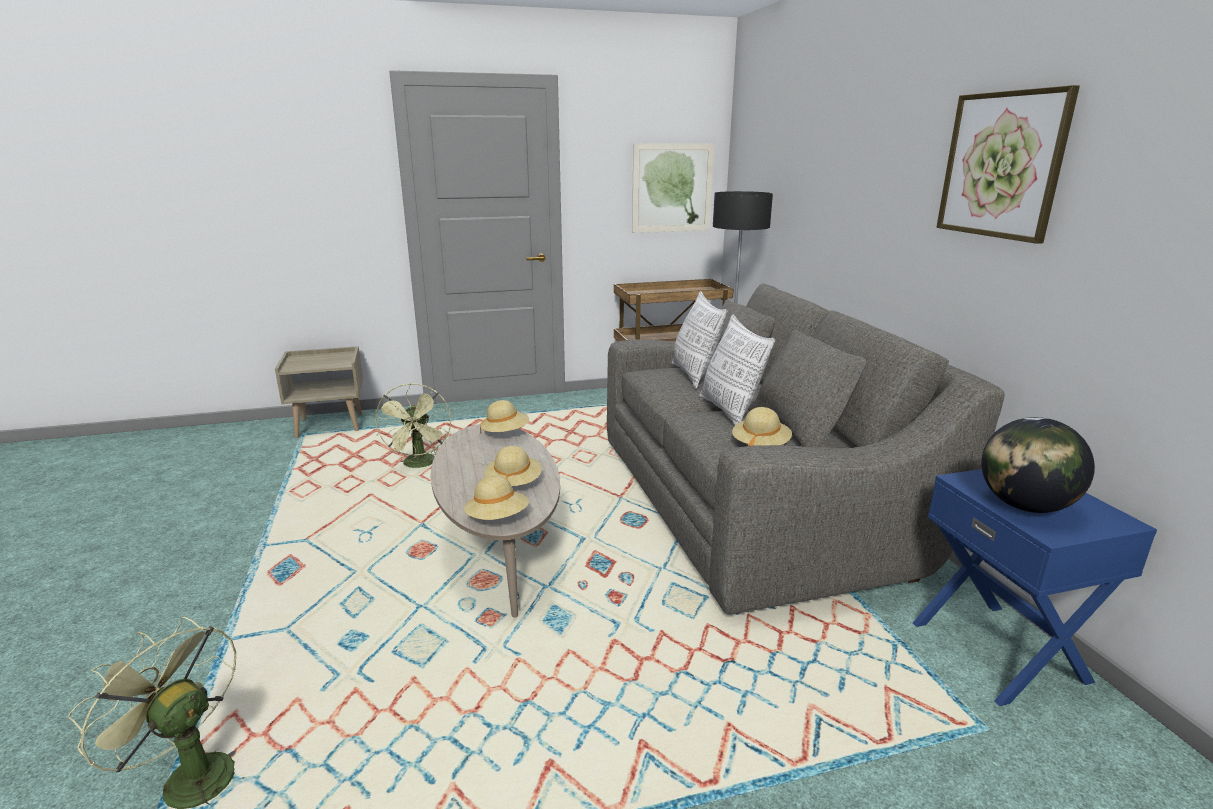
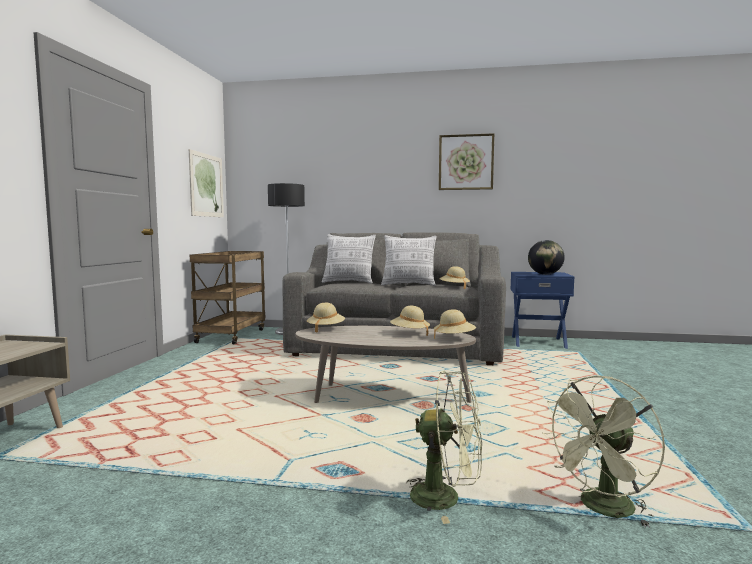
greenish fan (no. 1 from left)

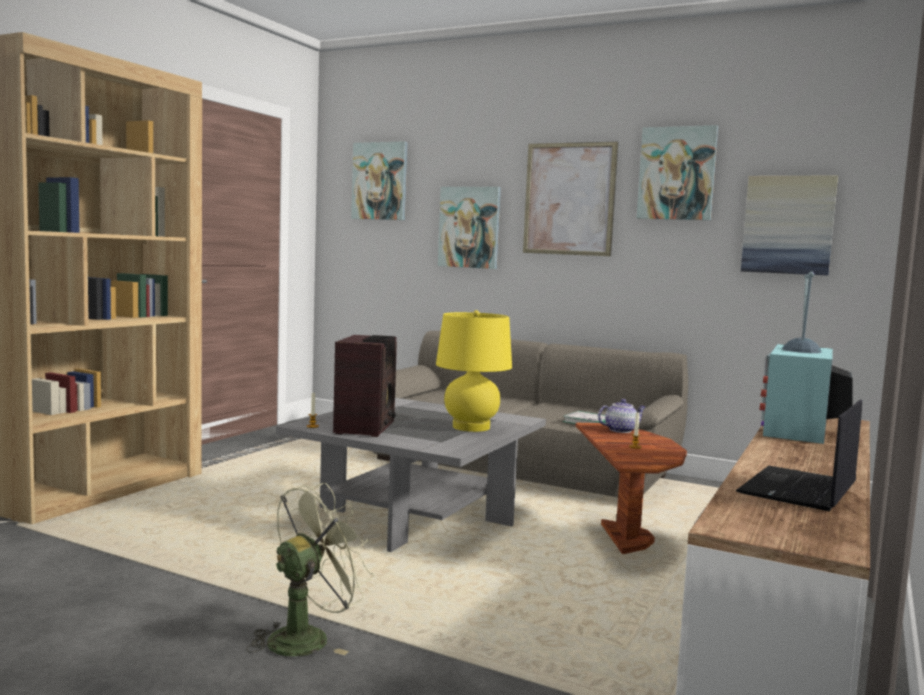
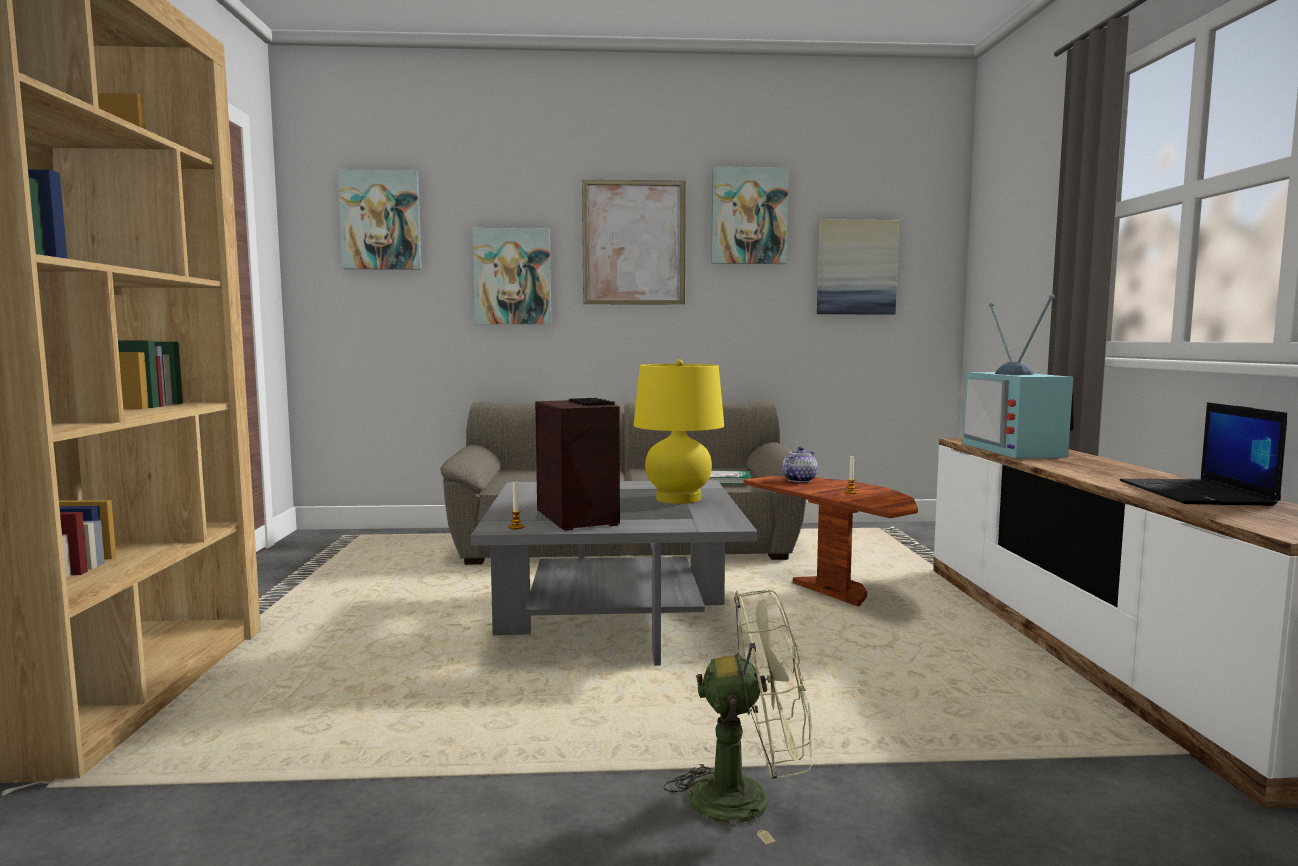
greenish fan

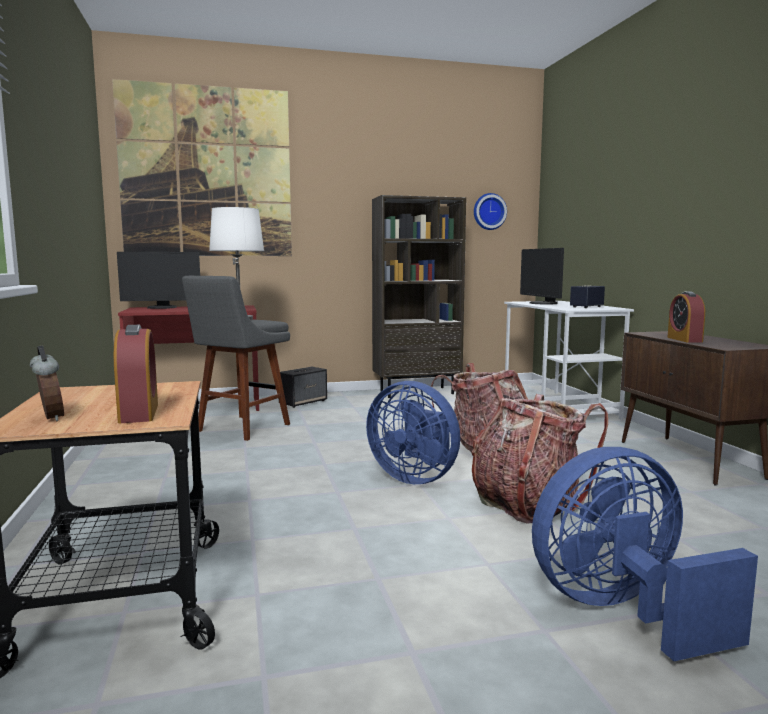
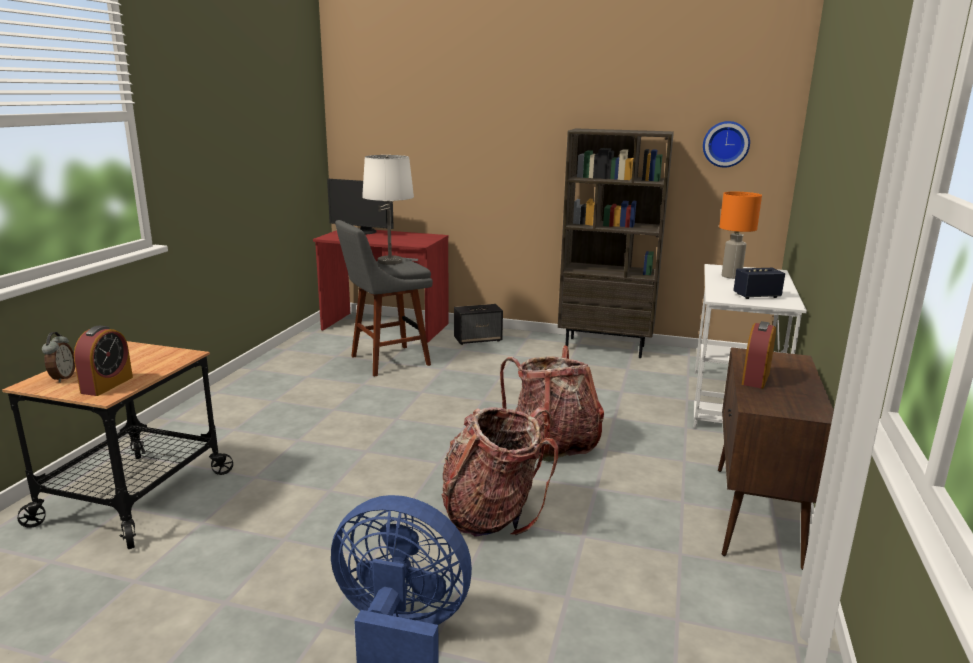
wall art; blue-coloured fan (no. 1 from left in the first image); orange-coloured tabletop lamp

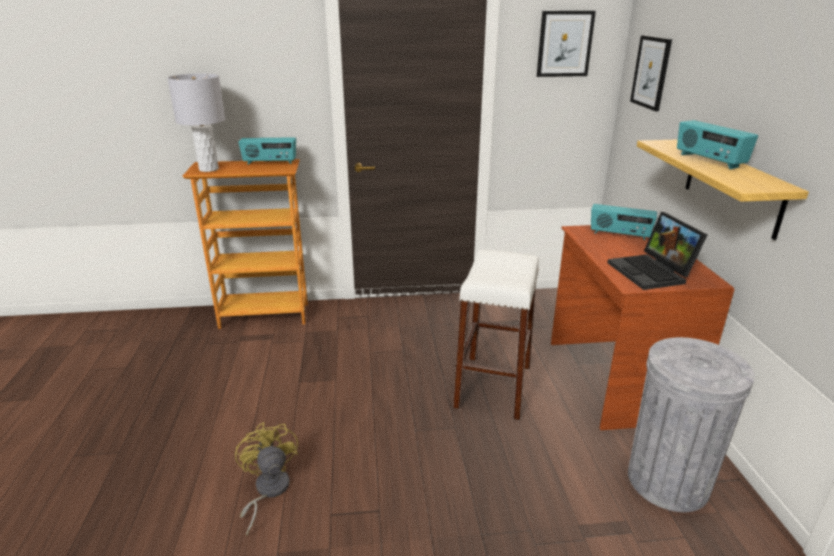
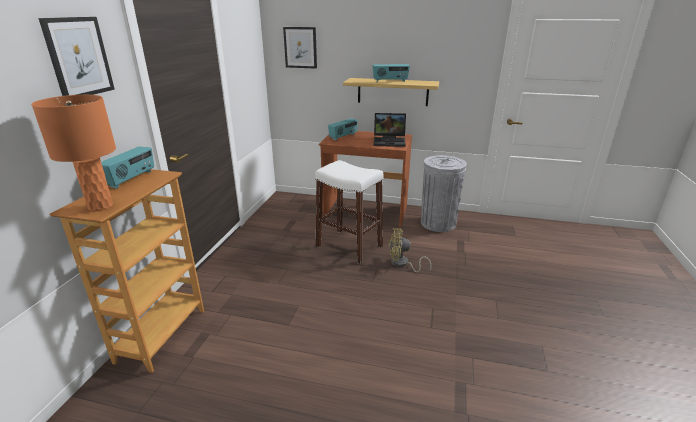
orange-coloured tabletop lamp; yellow fan; wall art (no. 1 from left)

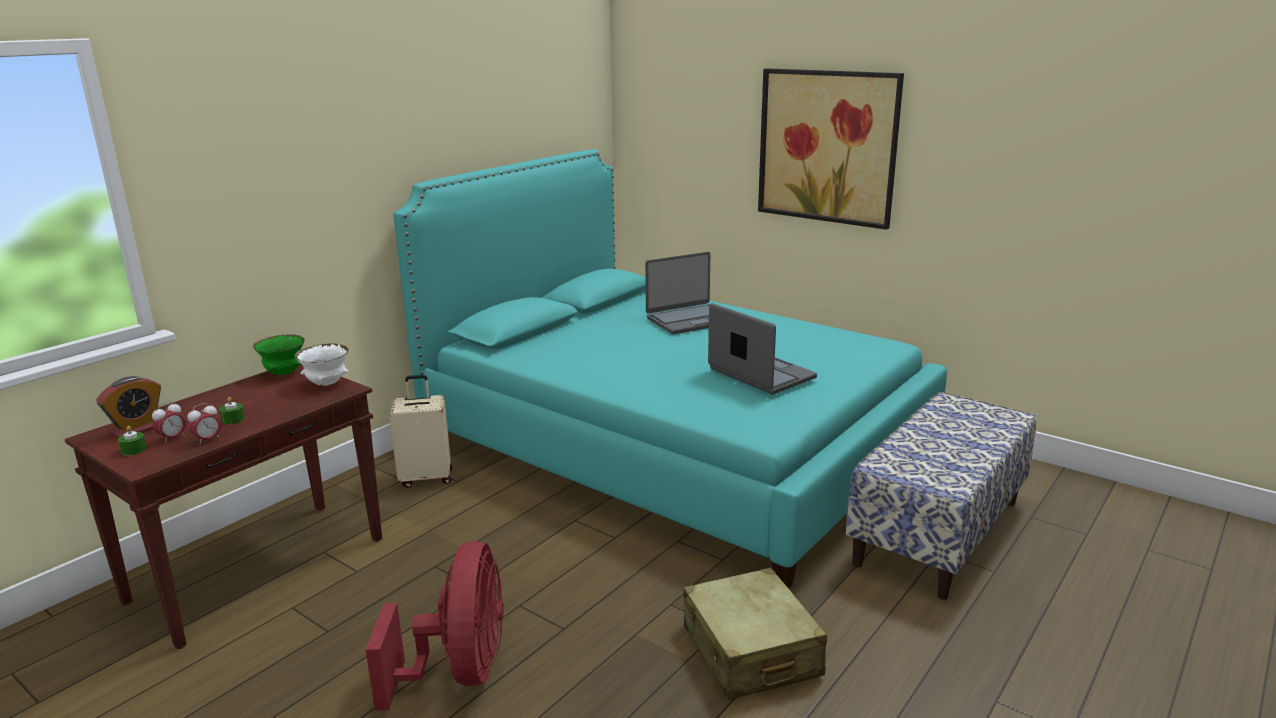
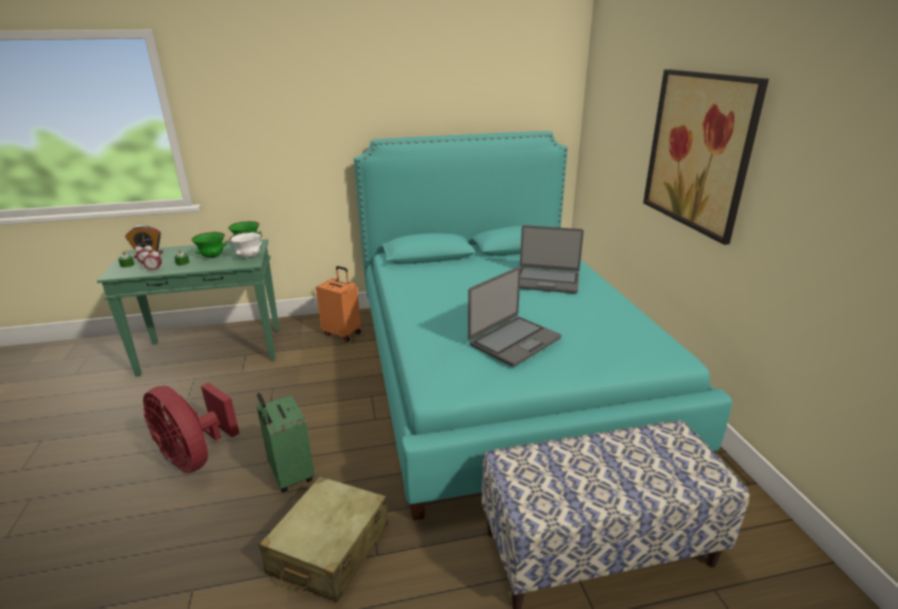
greenish hall table; red-coloured fan; orange-coloured travel case; notebook computer (no. 1 from left); greenish bowl (no. 1 from left); greenish travel case

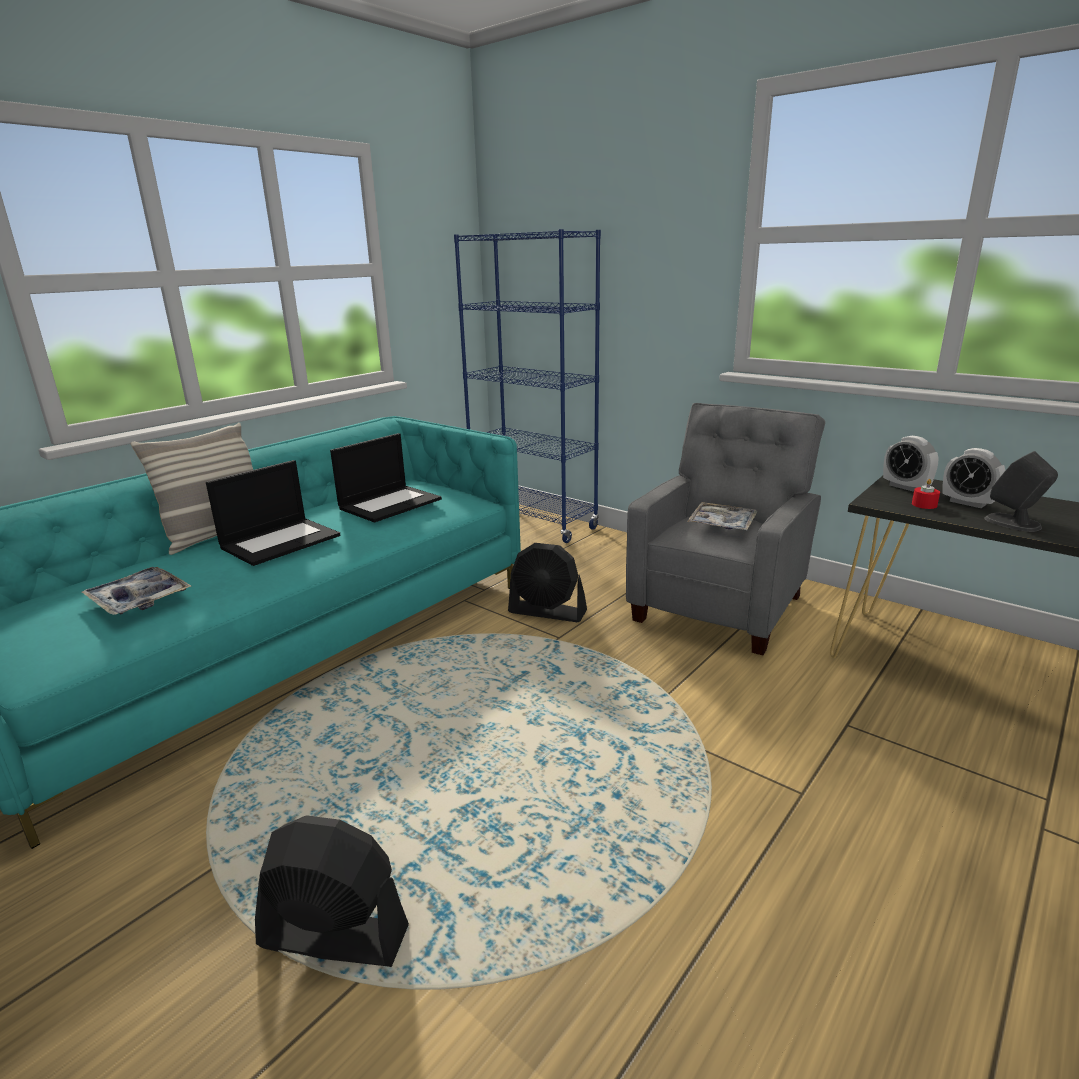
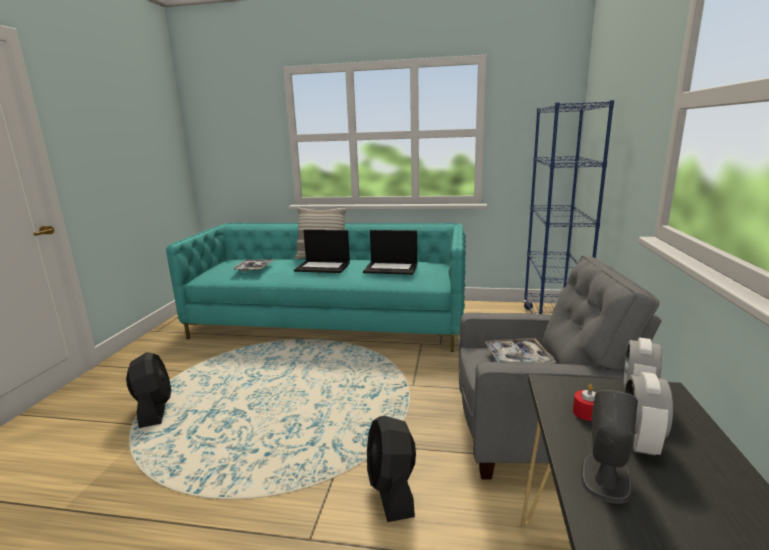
black fan (no. 2 from left)

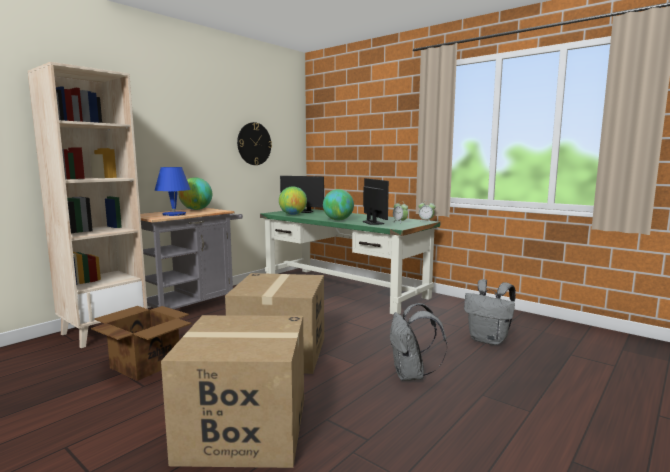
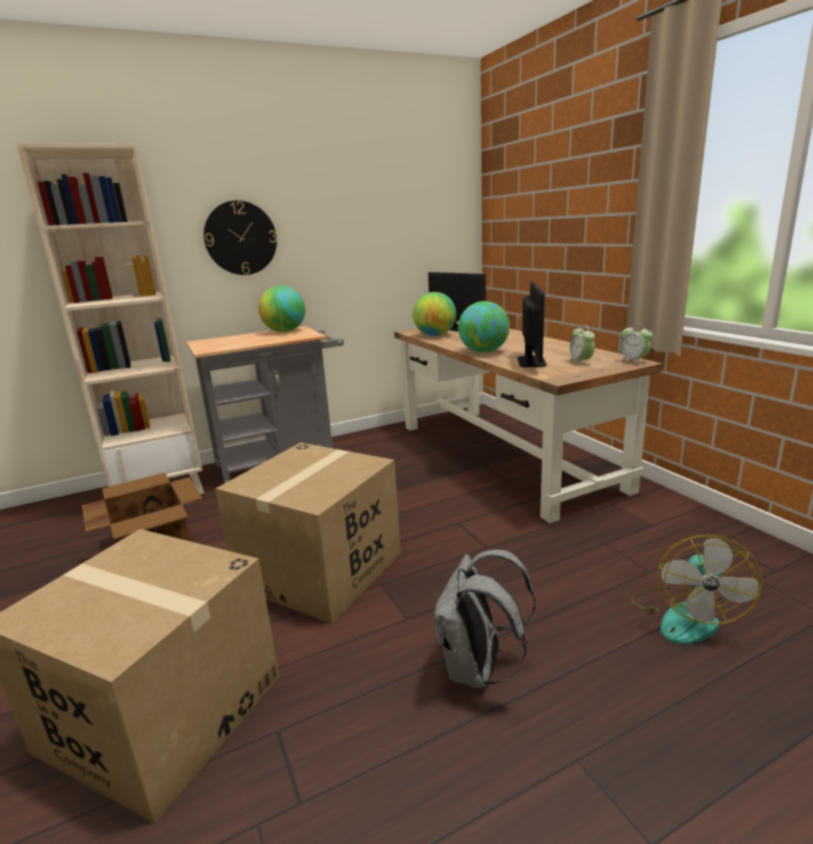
blue-coloured tabletop lamp; hanging clock; brown desk unit; fan

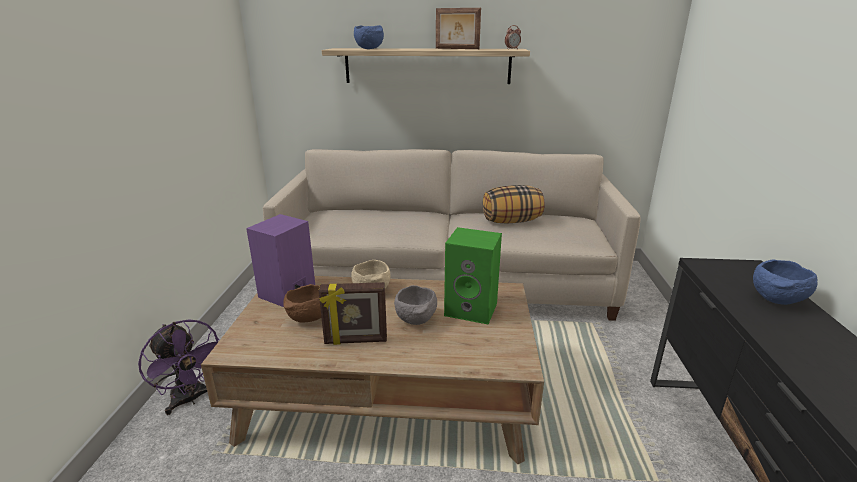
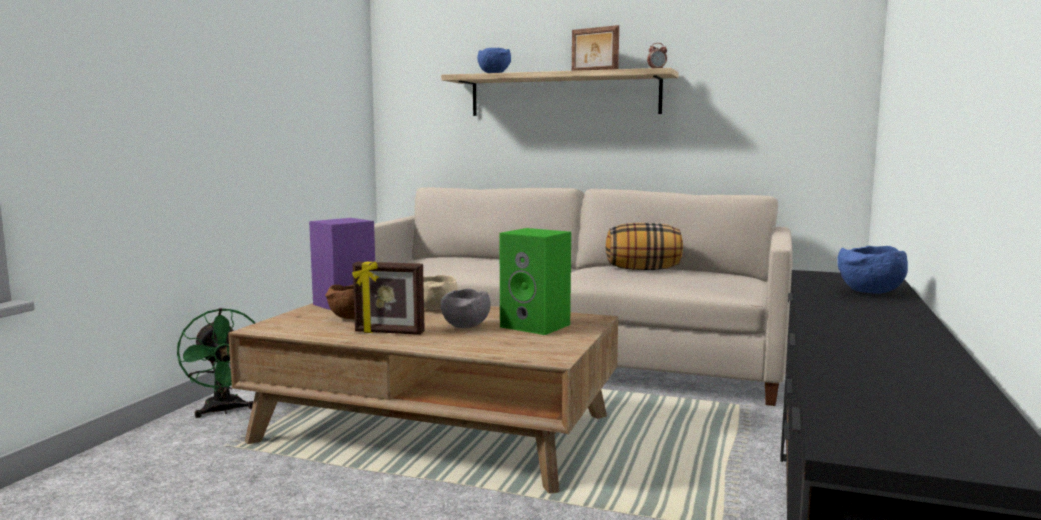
greenish fan

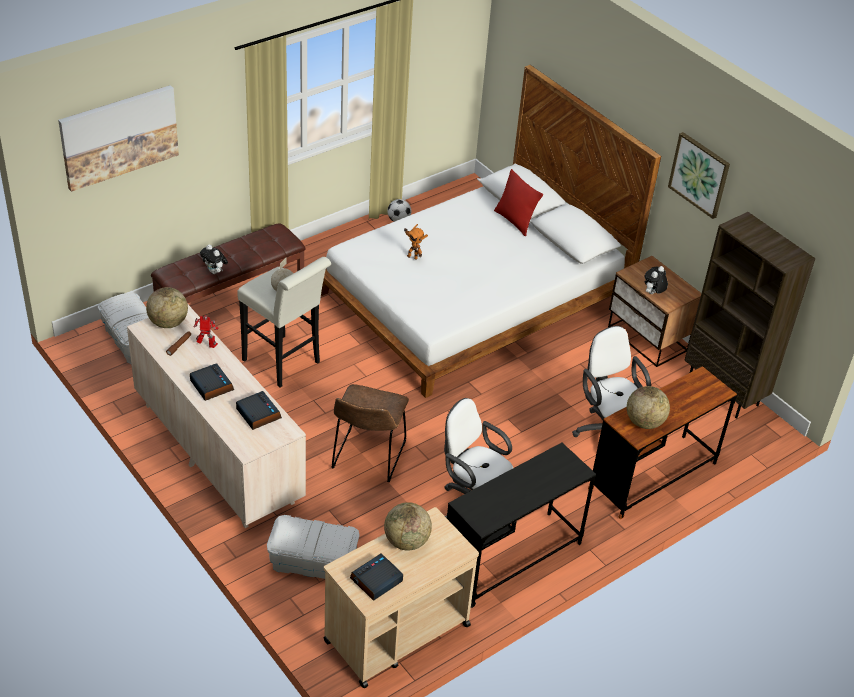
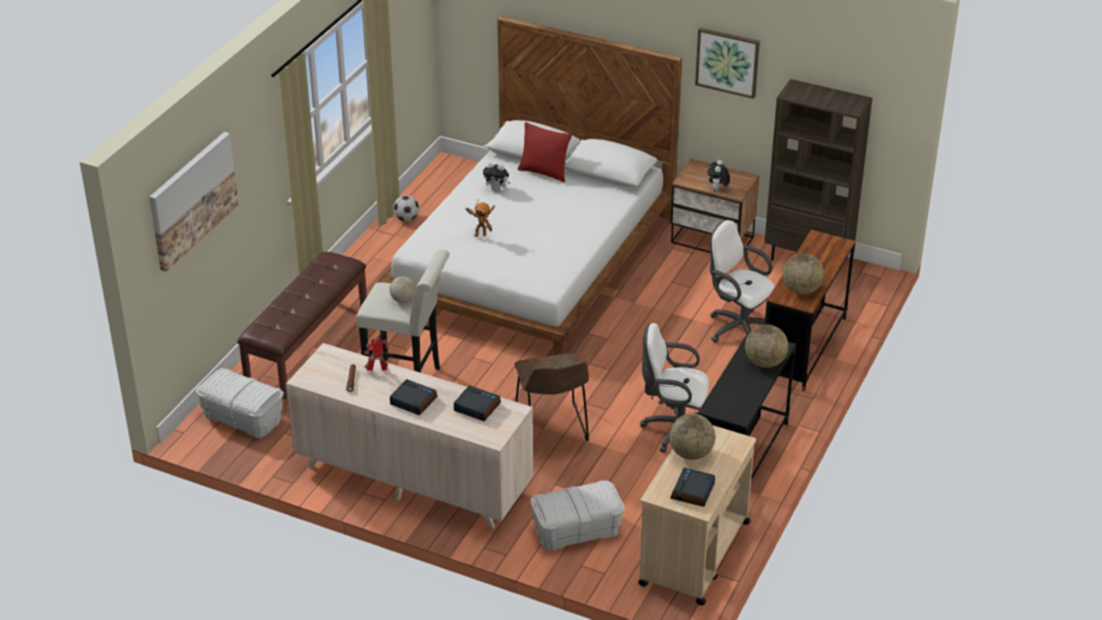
globe (no. 3 from left); soft toy (no. 1 from left)

